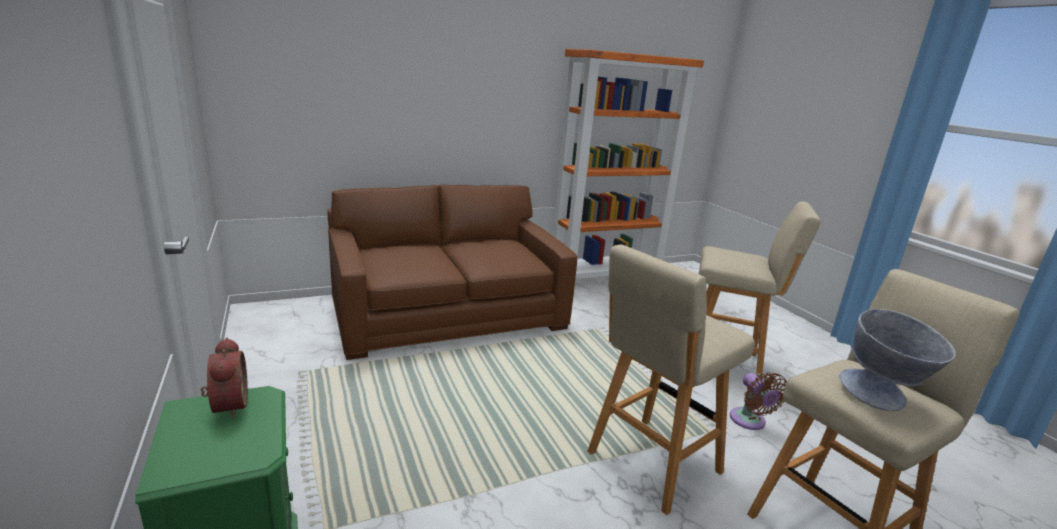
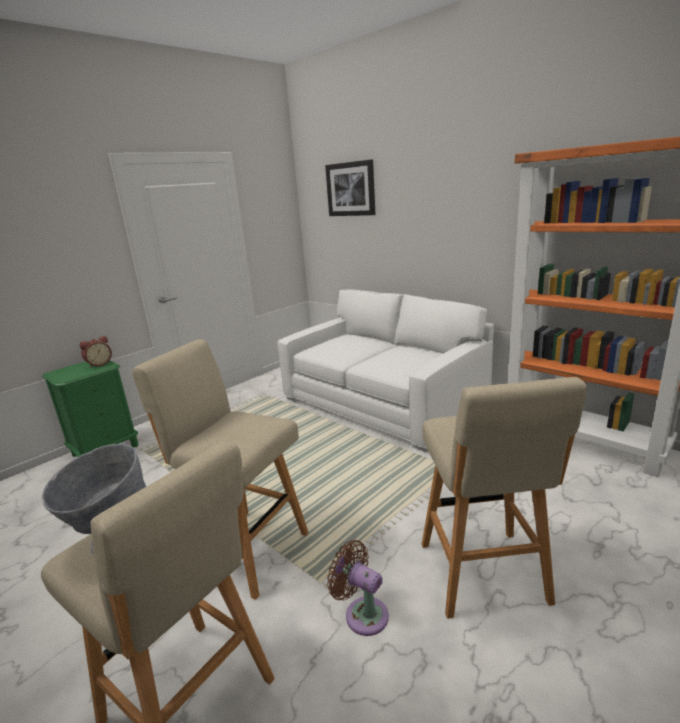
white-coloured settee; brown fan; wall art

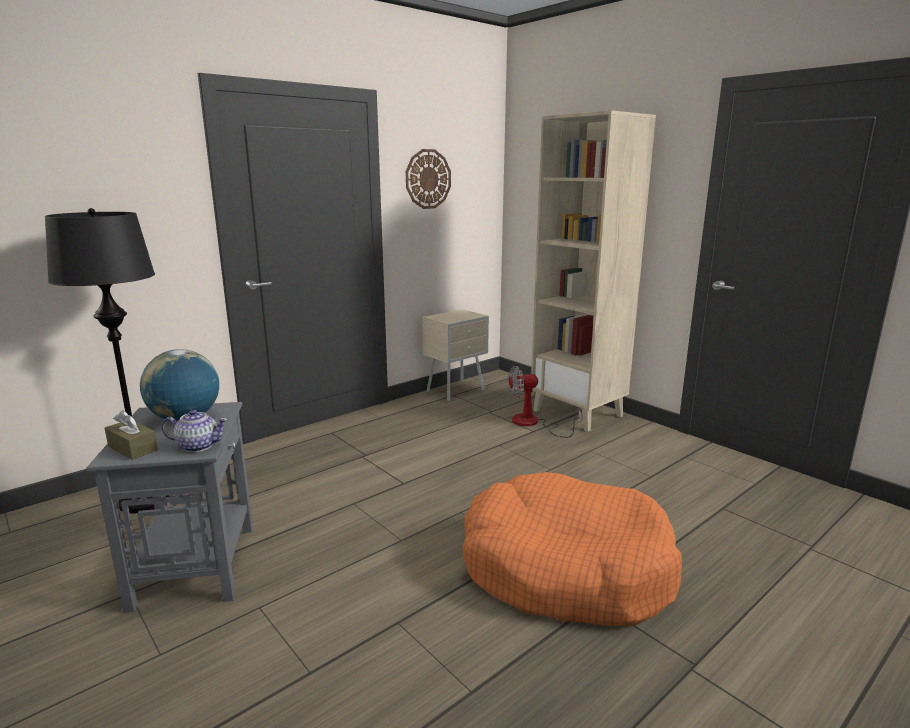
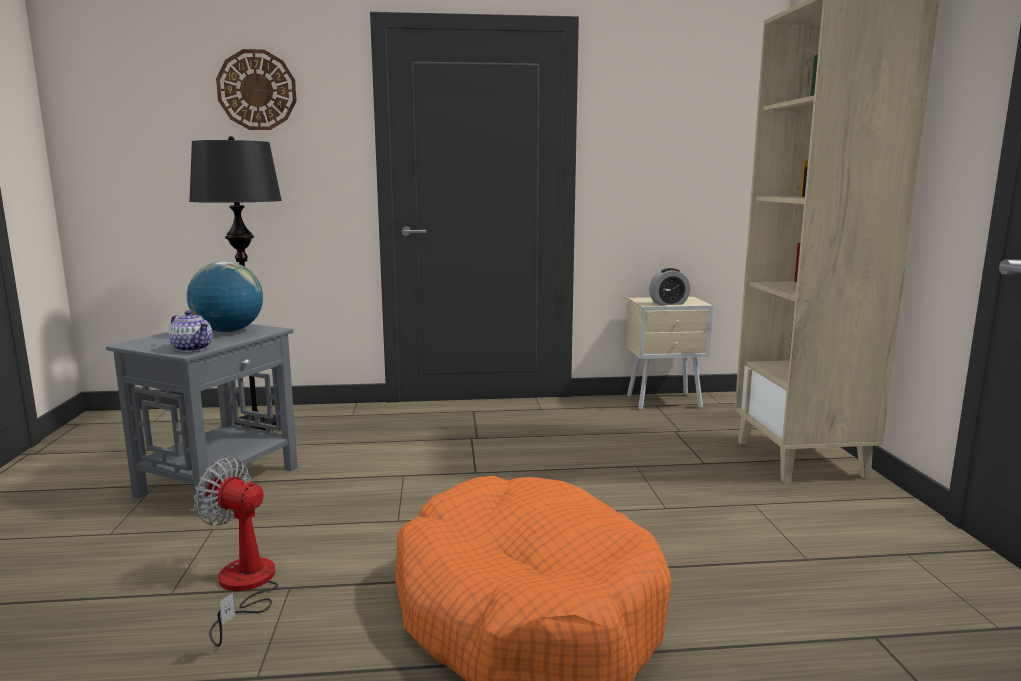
brown tissue holder; hanging clock; fan; table clock

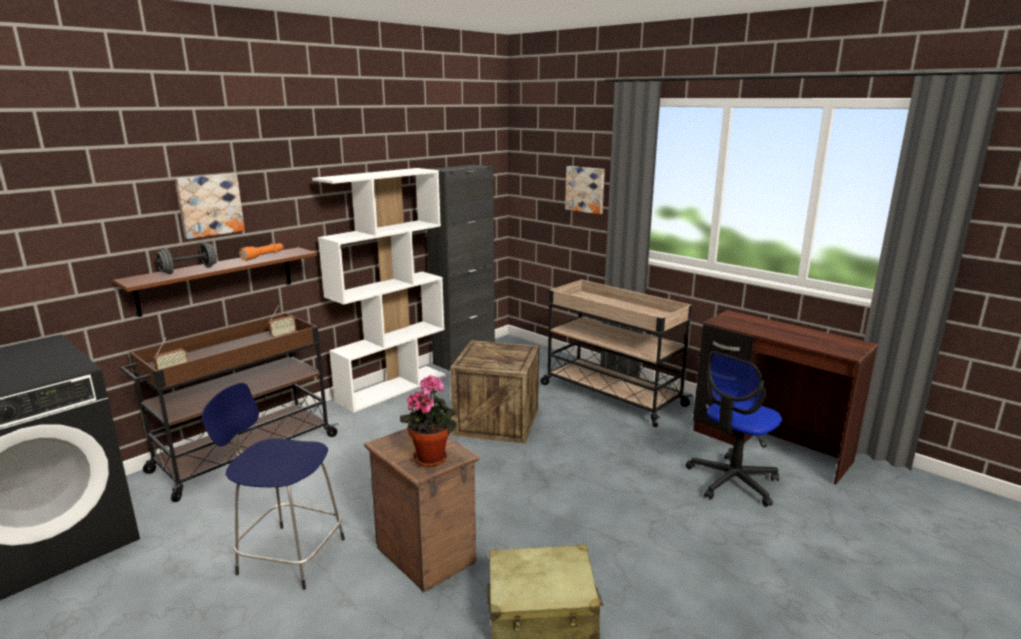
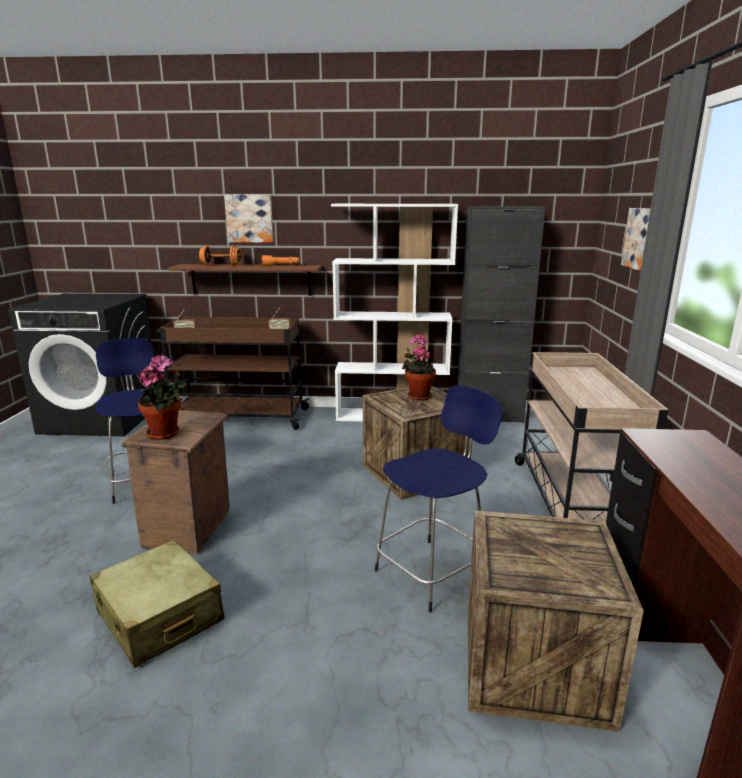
orange-coloured dumbbell; crate (no. 3 from left); blue-coloured stool (no. 2 from left); plant in a pot (no. 2 from left)

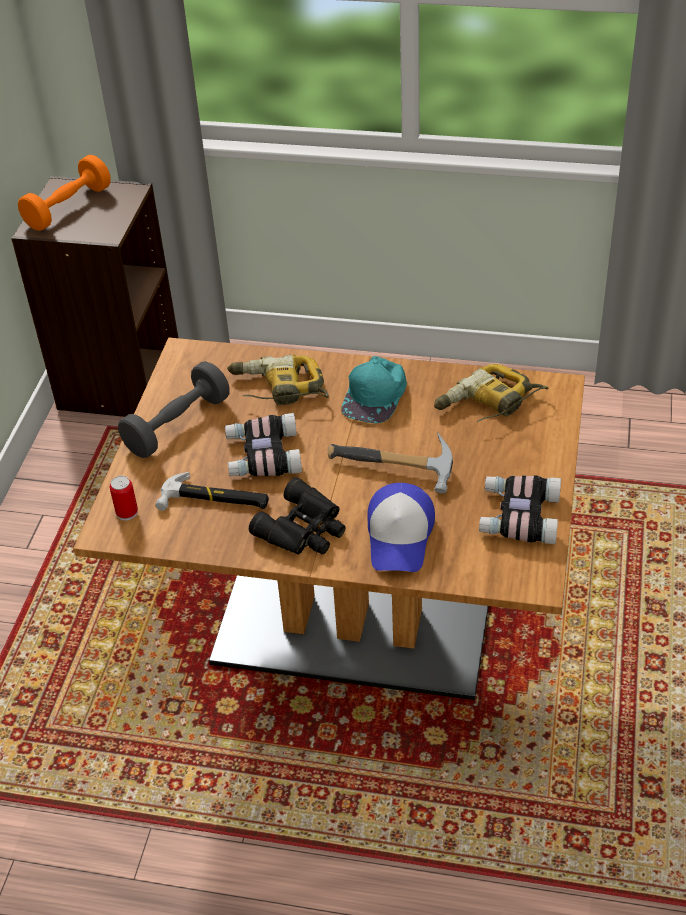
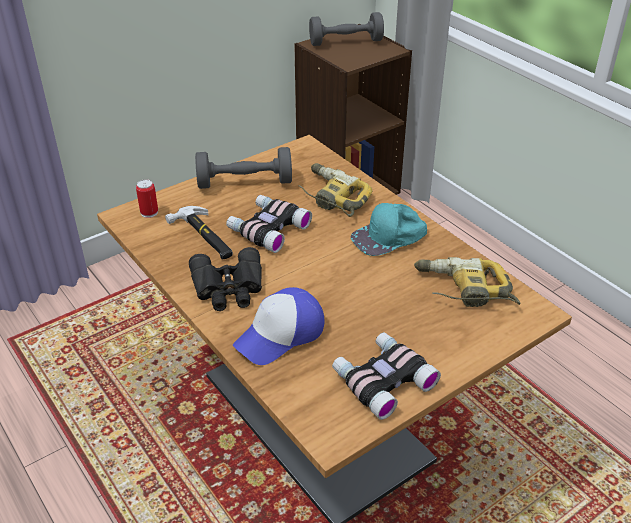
gray dumbbell (no. 2 from left); hand hammer (no. 2 from left in the first image)

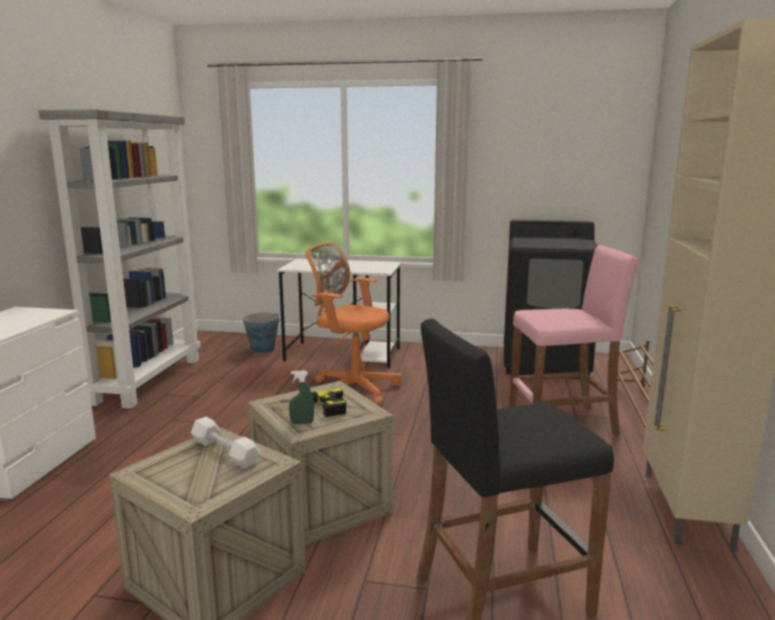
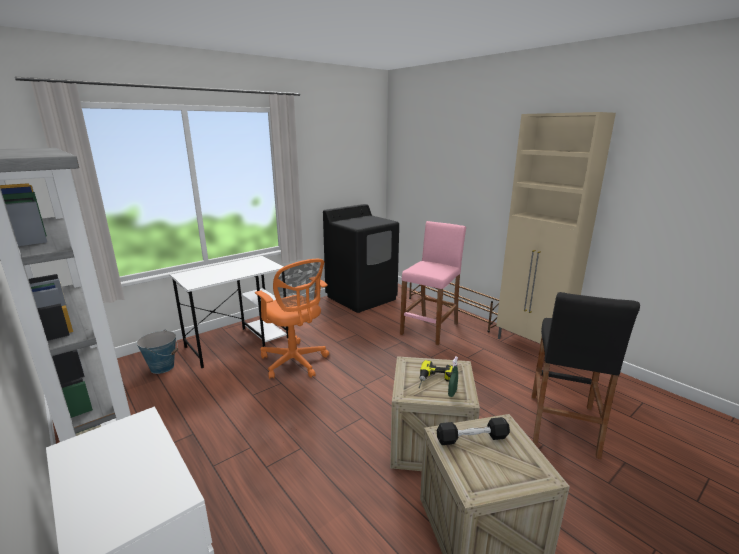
black dumbbell; orange-coloured office chair

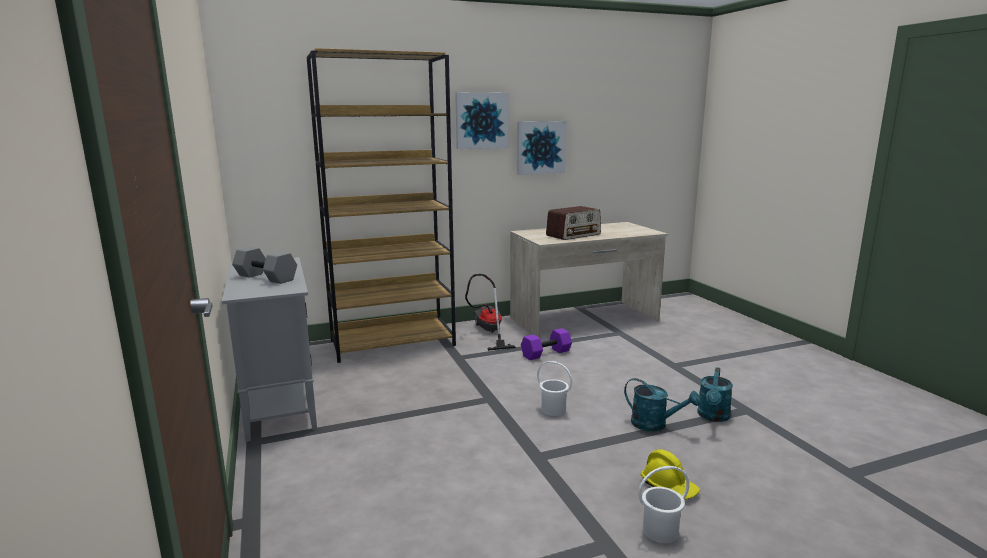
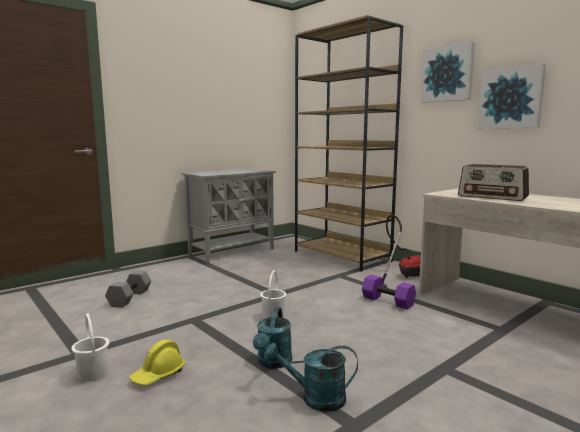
gray dumbbell

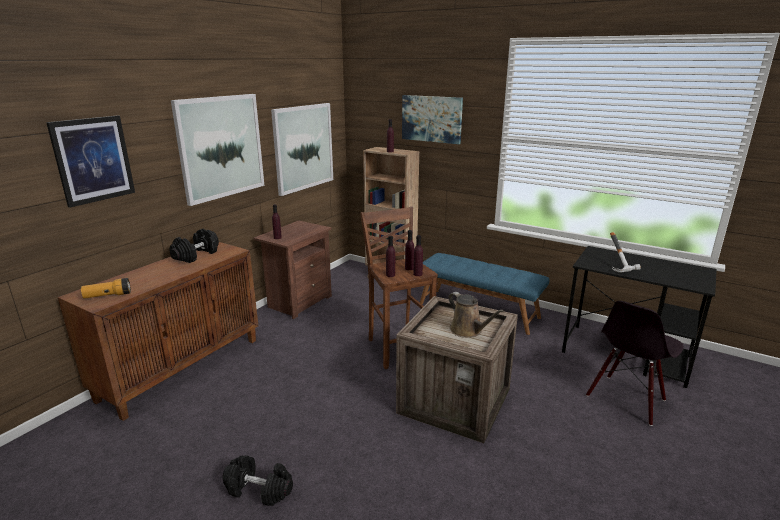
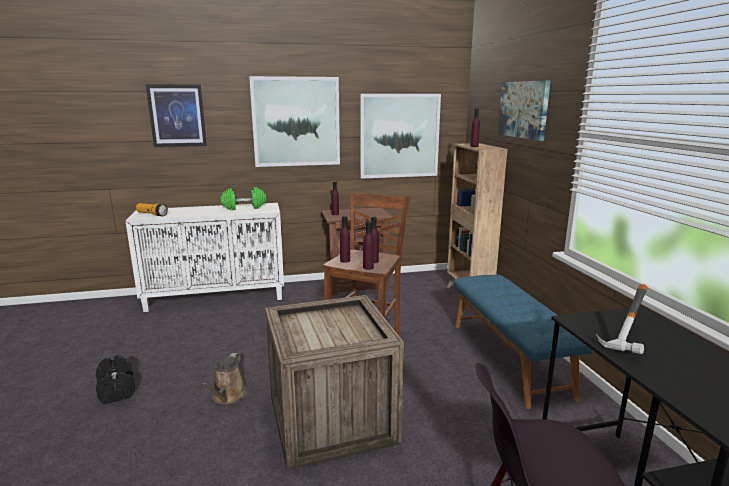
white-coloured cupboard; greenish dumbbell; brown watering pot

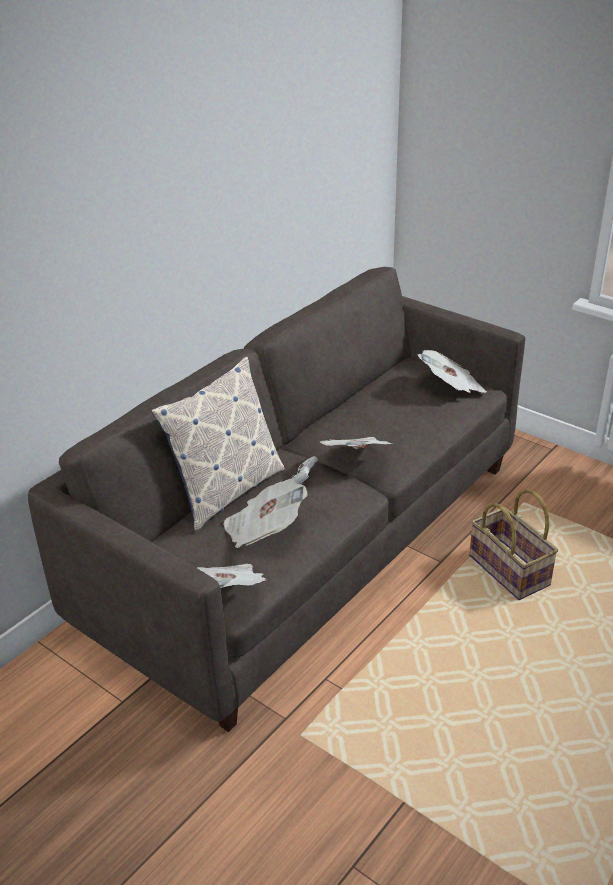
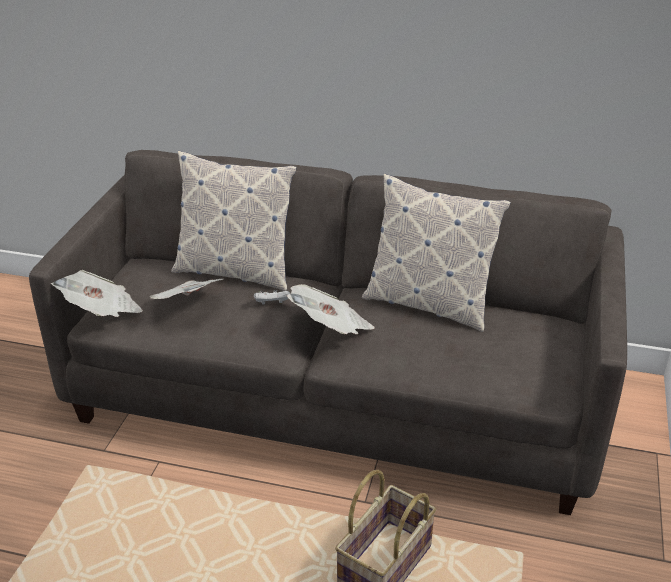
daily paper (no. 4 from left in the first image); throw pillow (no. 2 from left)

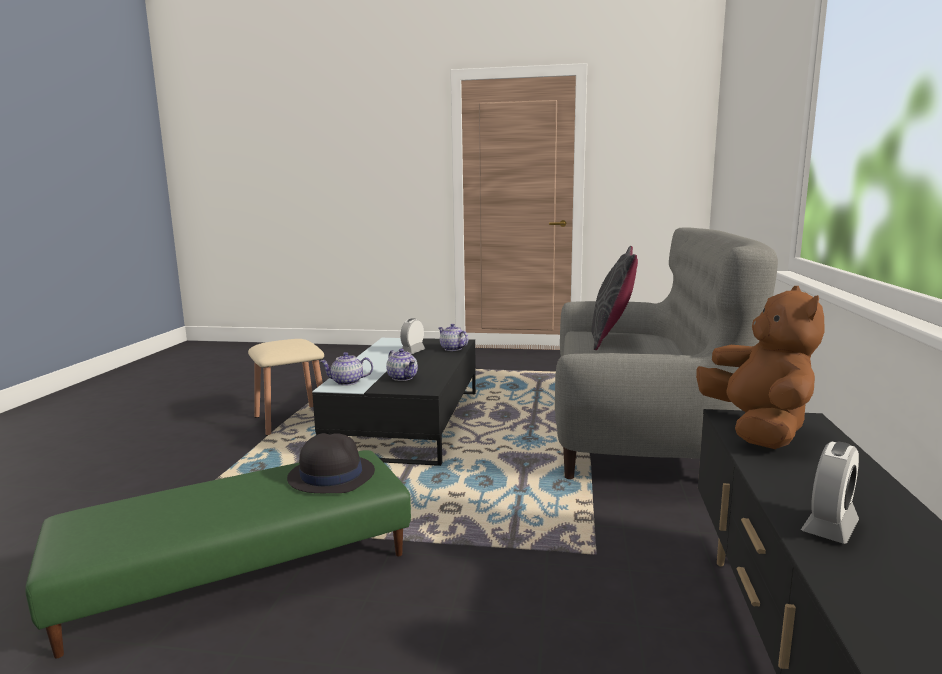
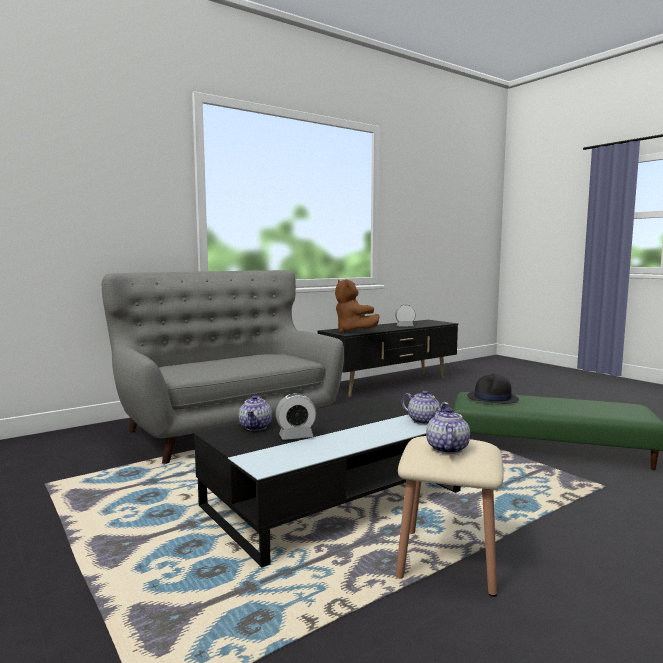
pot for tea (no. 3 from left); gray throw pillow; brown soft toy

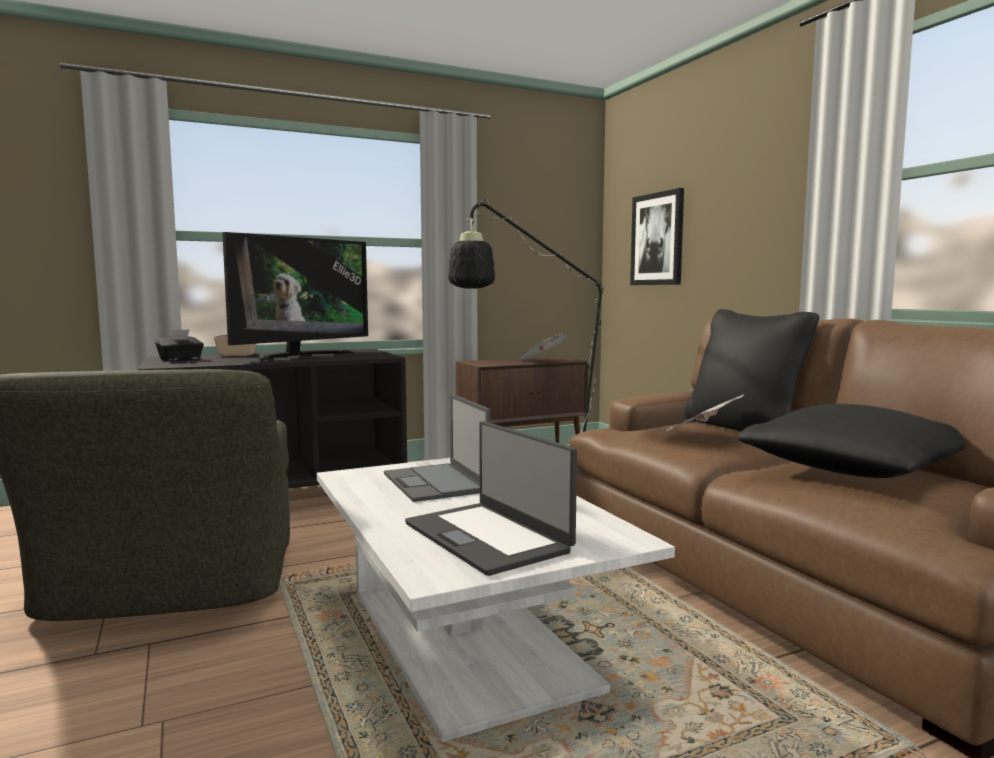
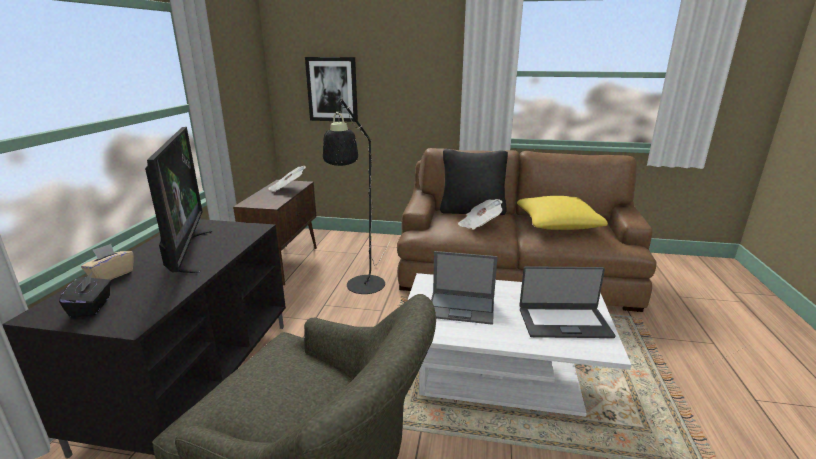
yellow throw pillow

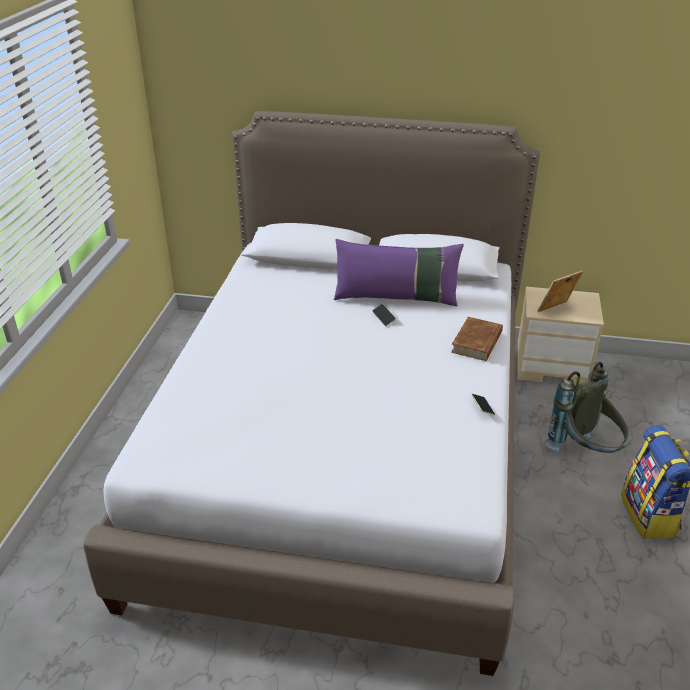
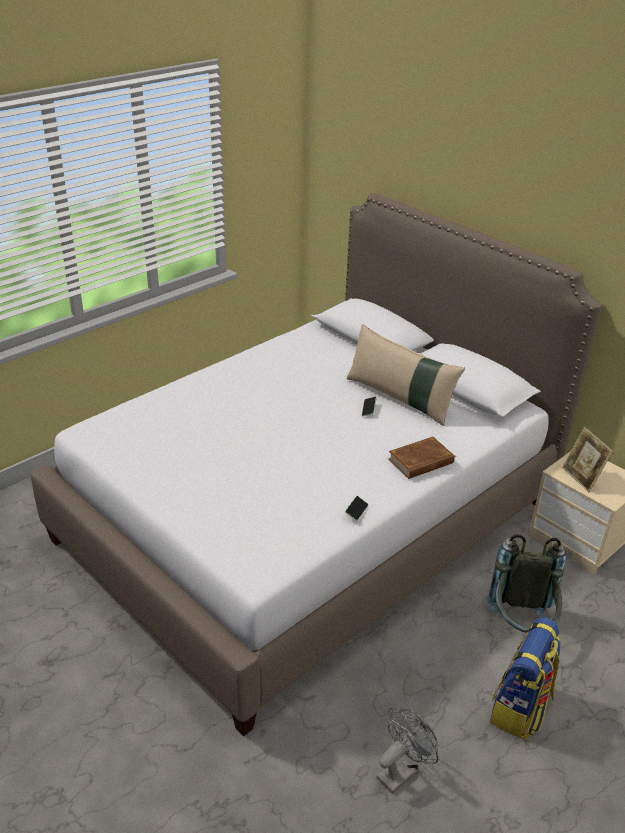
beige-coloured throw pillow; photo frame; gray fan

